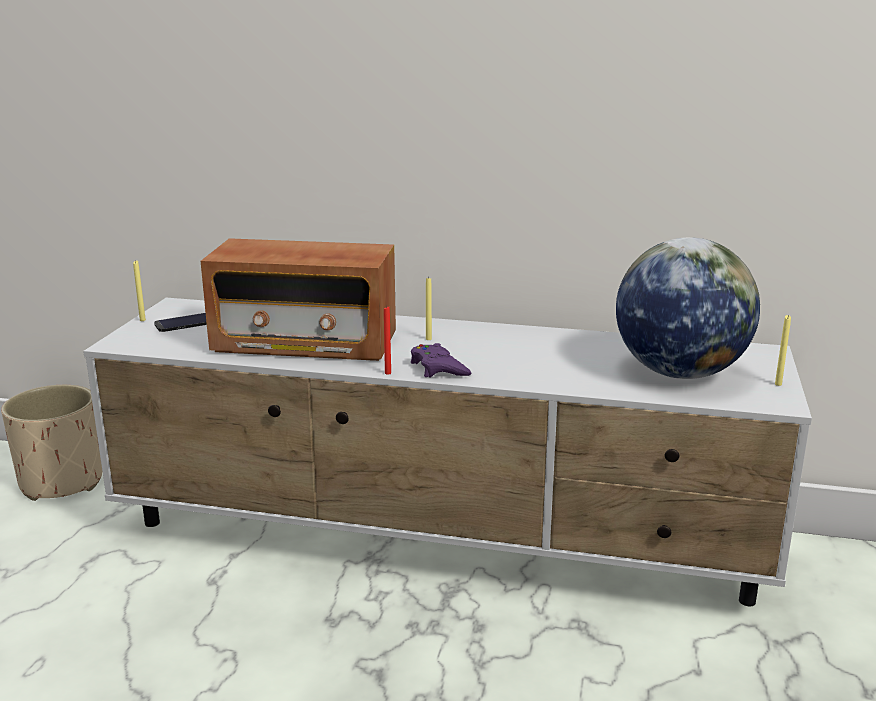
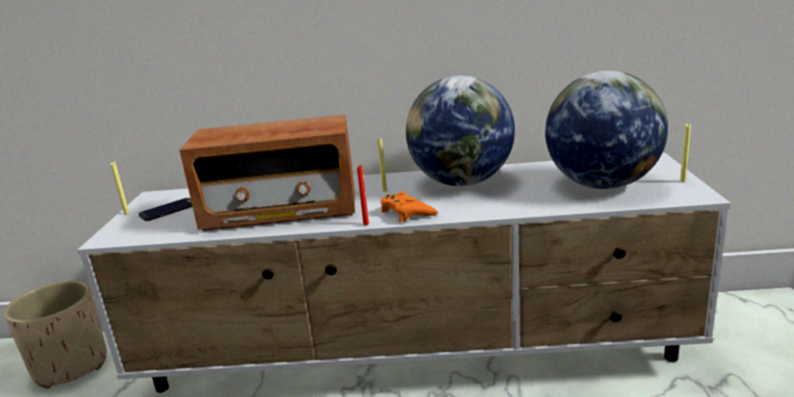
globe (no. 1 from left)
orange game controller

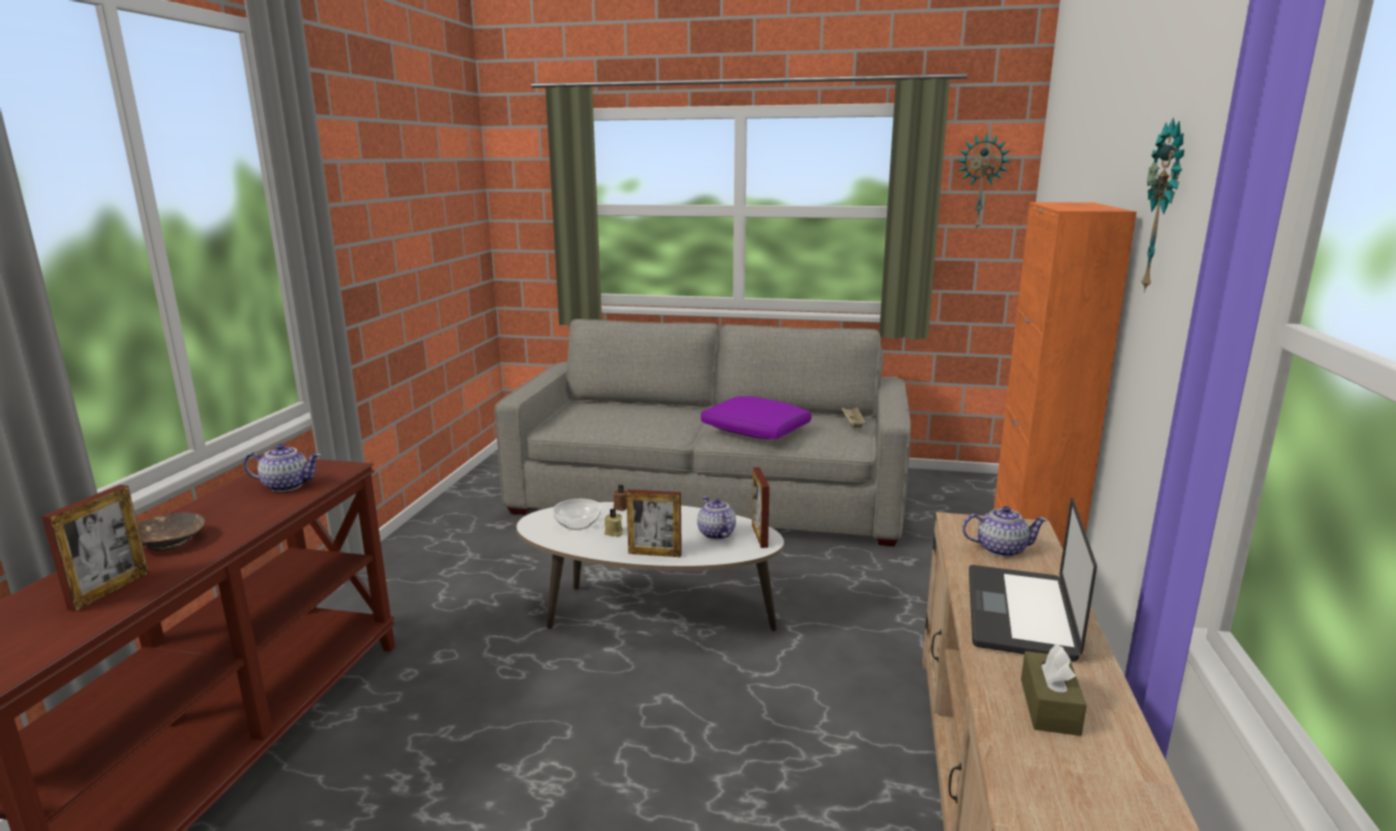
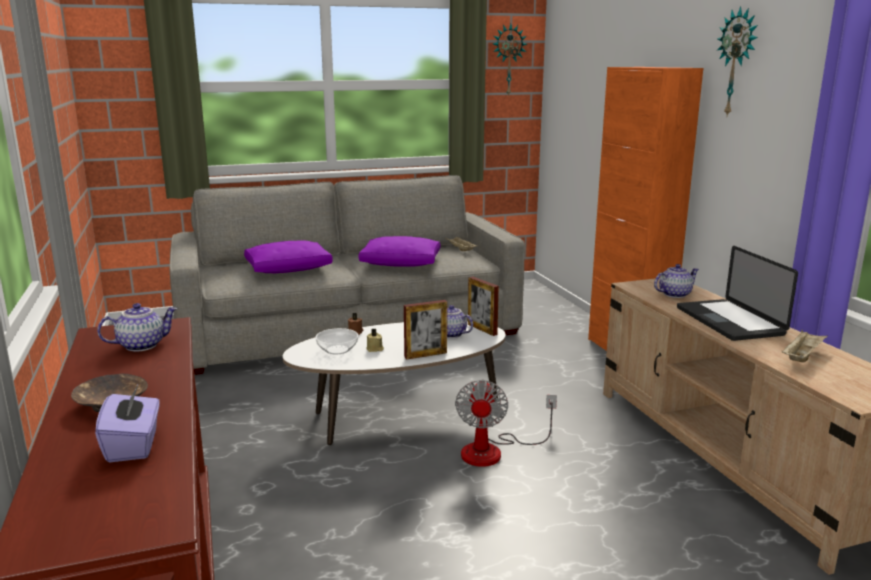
purple pillow (no. 1 from left)
fan
purple tissue box
beige tray (no. 2 from left)

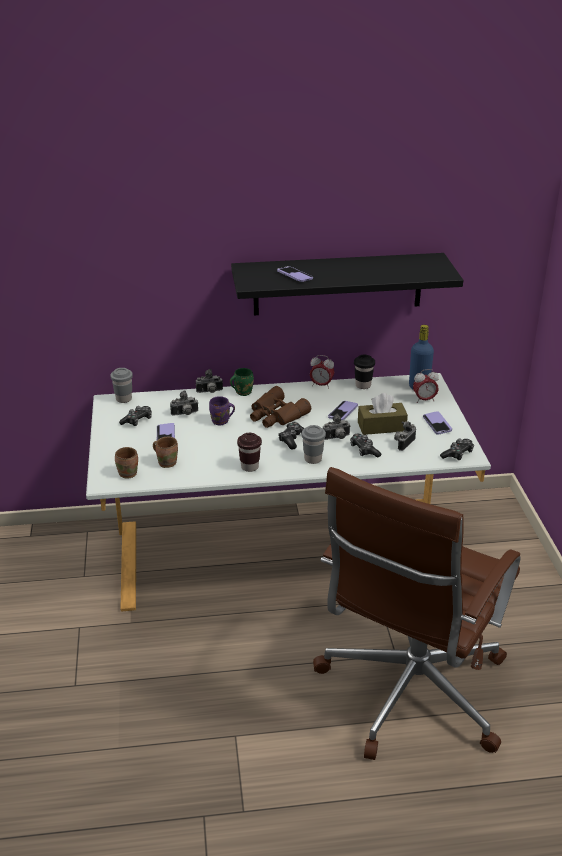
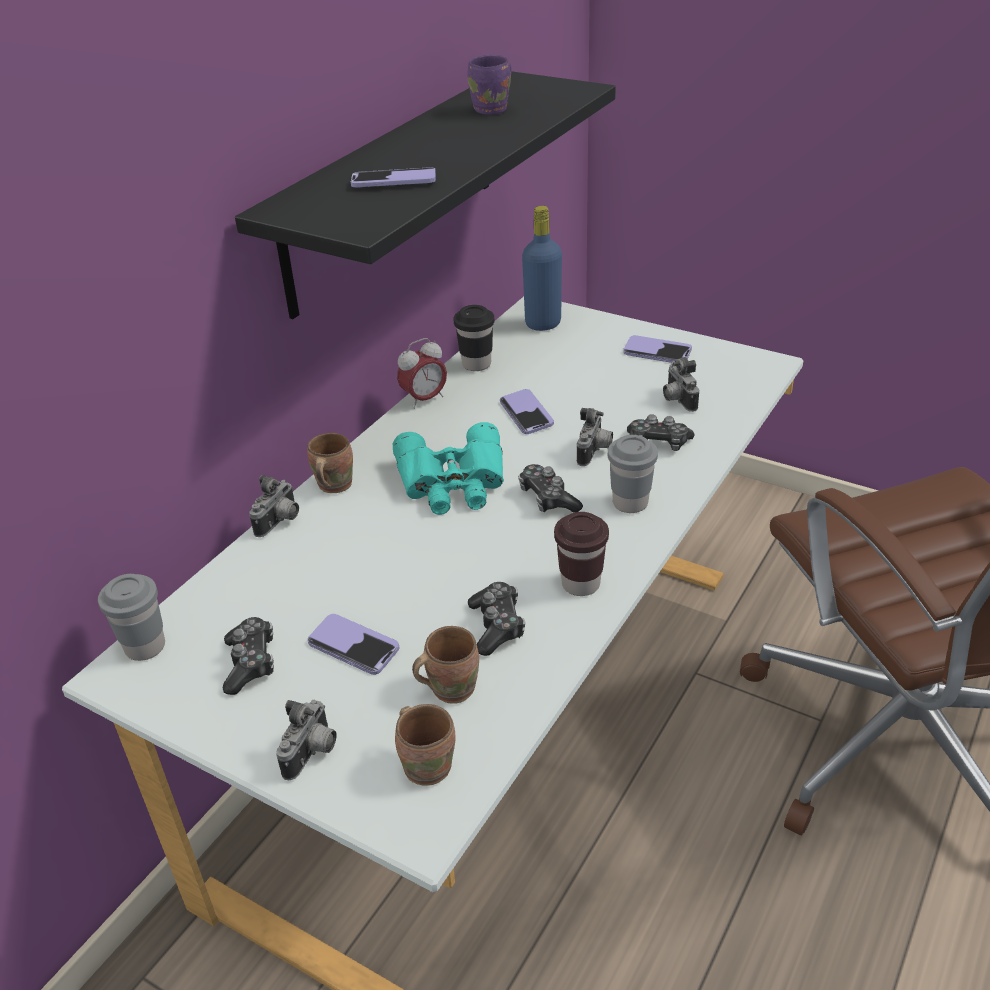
brown tissue box
alarm clock (no. 2 from left in the first image)
photo camera (no. 2 from left)
purple mug
game controller (no. 2 from left)
brown mug (no. 1 from left)
turquoise binoculars

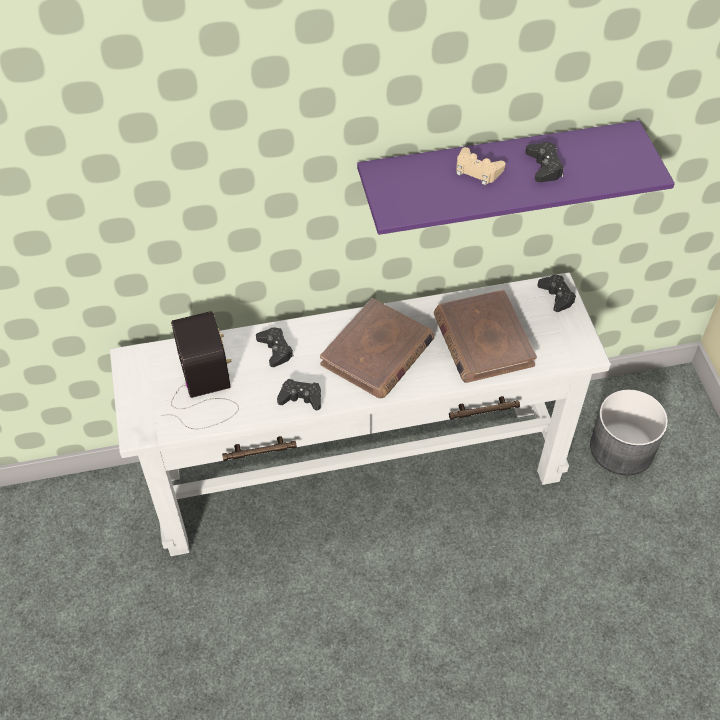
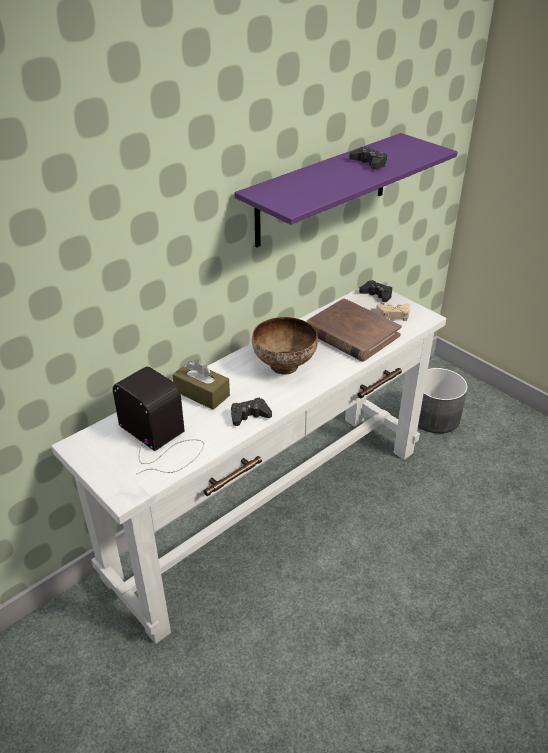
beige game controller
brown tissue box
bowl

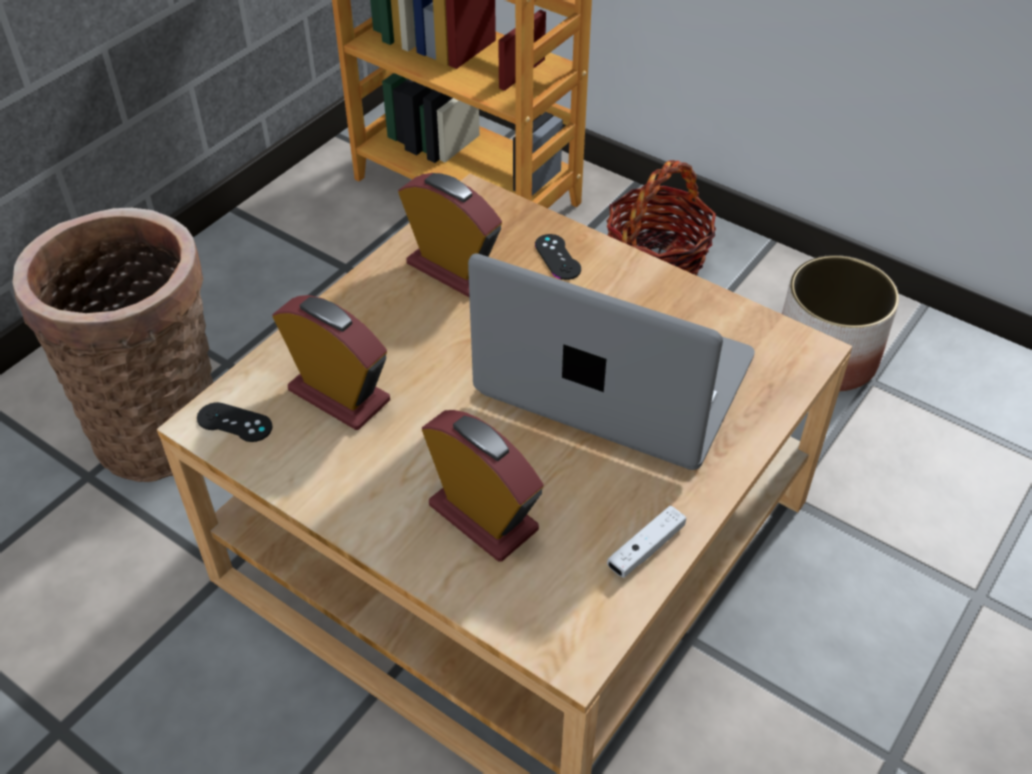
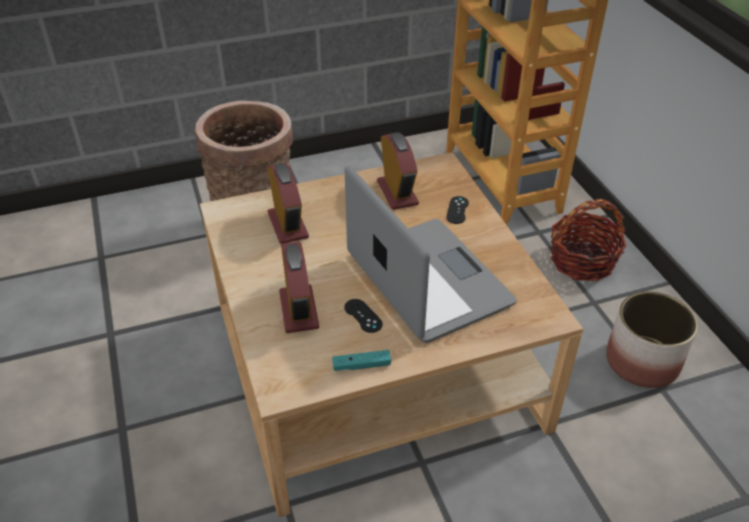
black game controller (no. 1 from left)
turquoise game controller

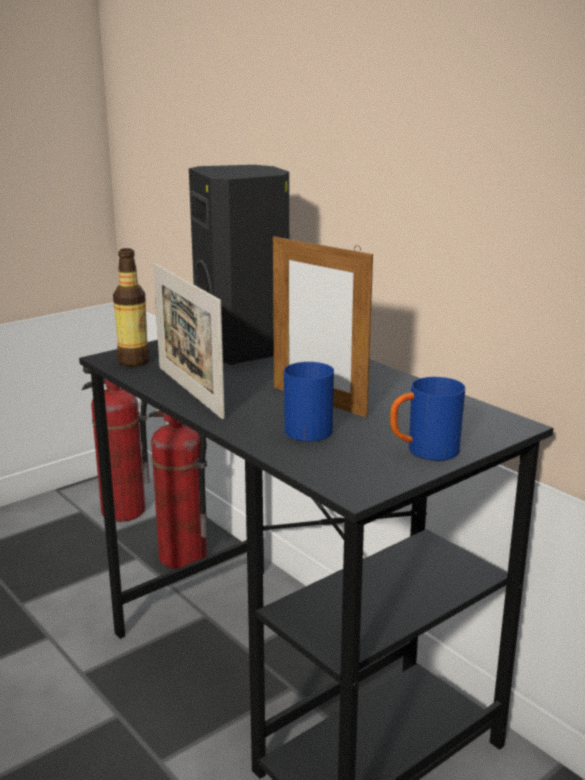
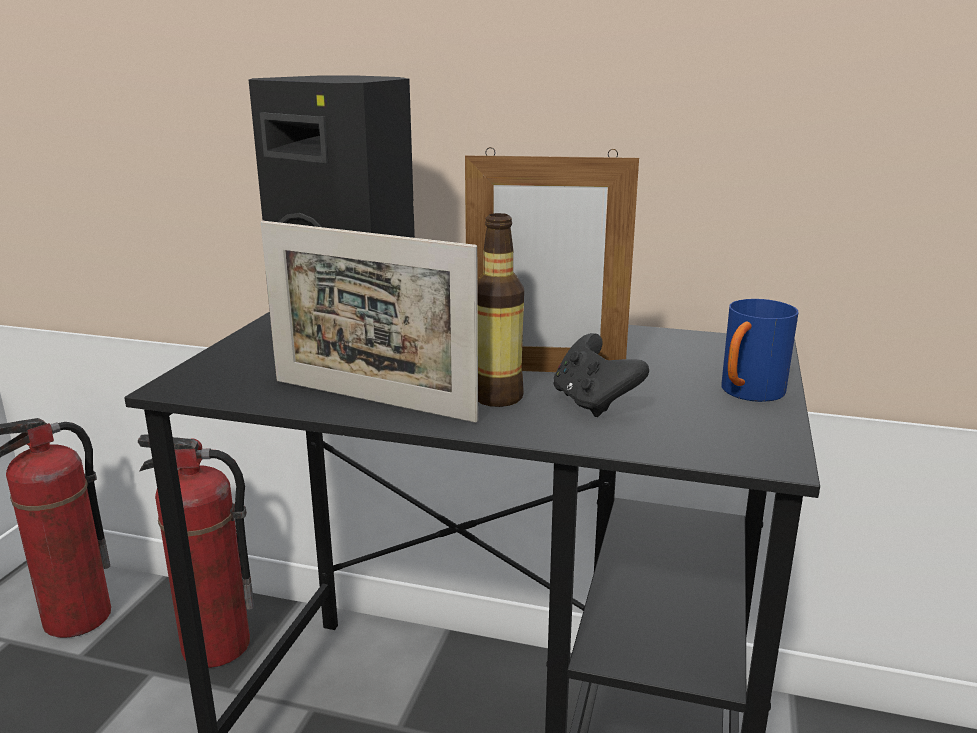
bottle
black game controller

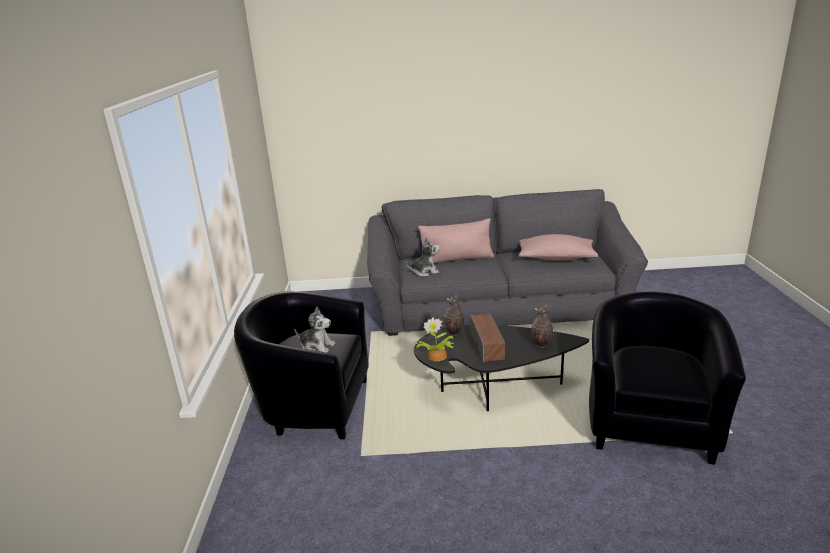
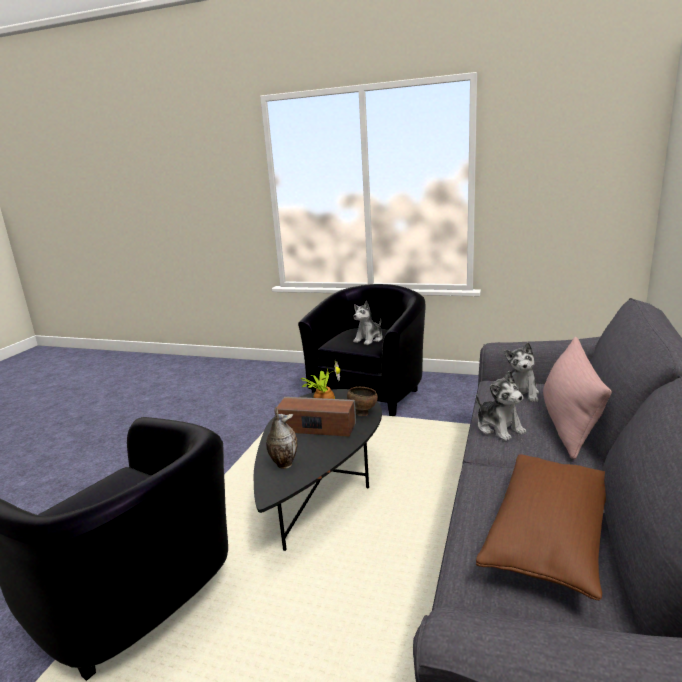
plush toy (no. 2 from left)
brown bowl
brown pillow

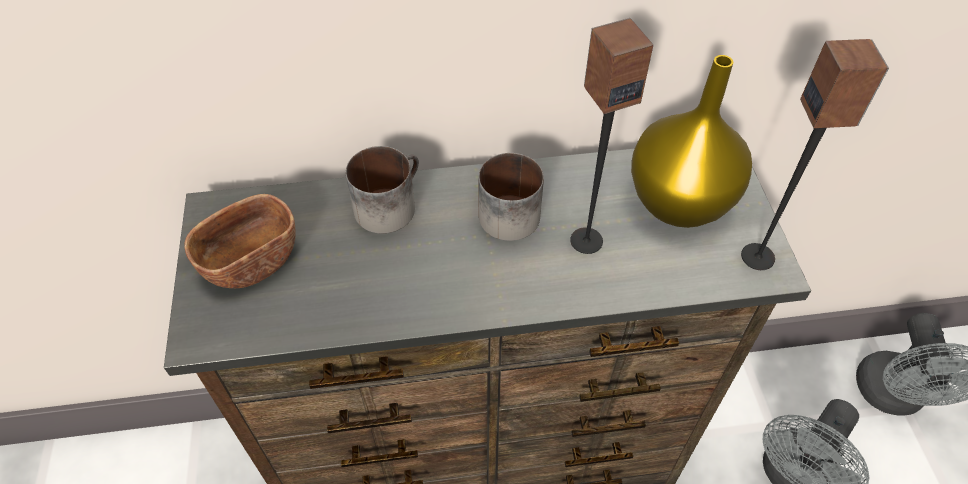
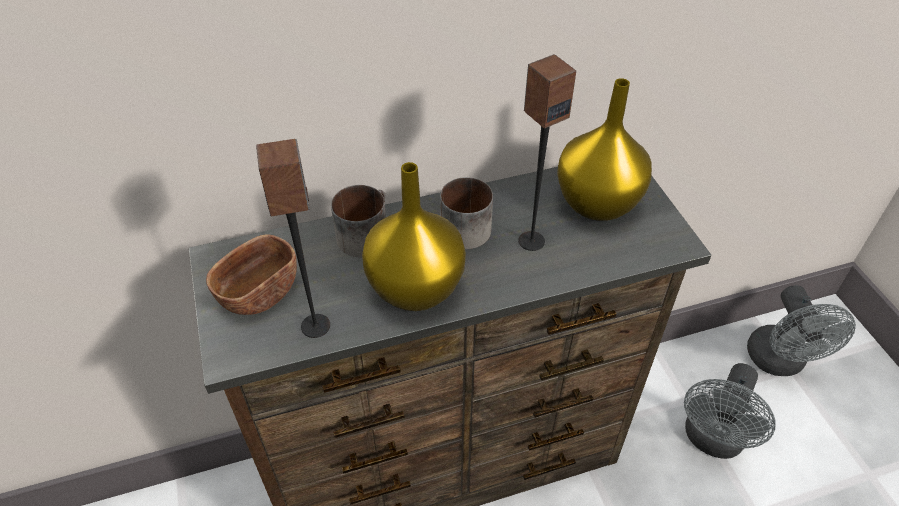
yellow vase (no. 1 from left)
speaker (no. 1 from left)

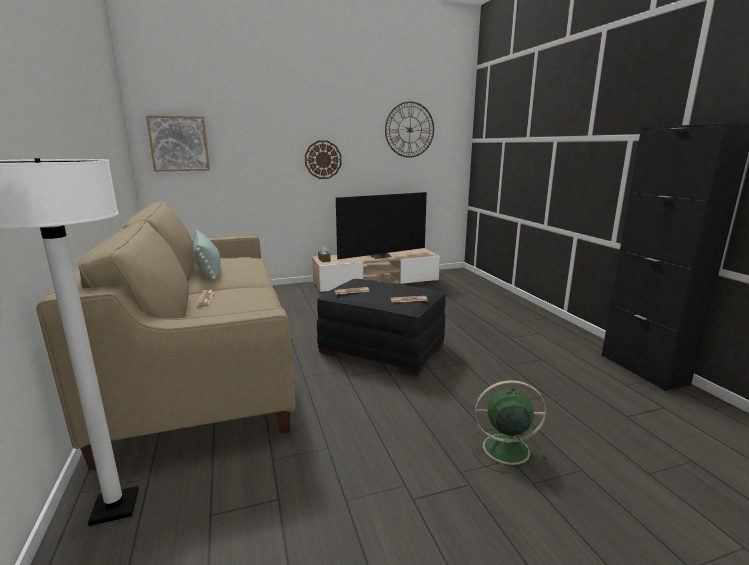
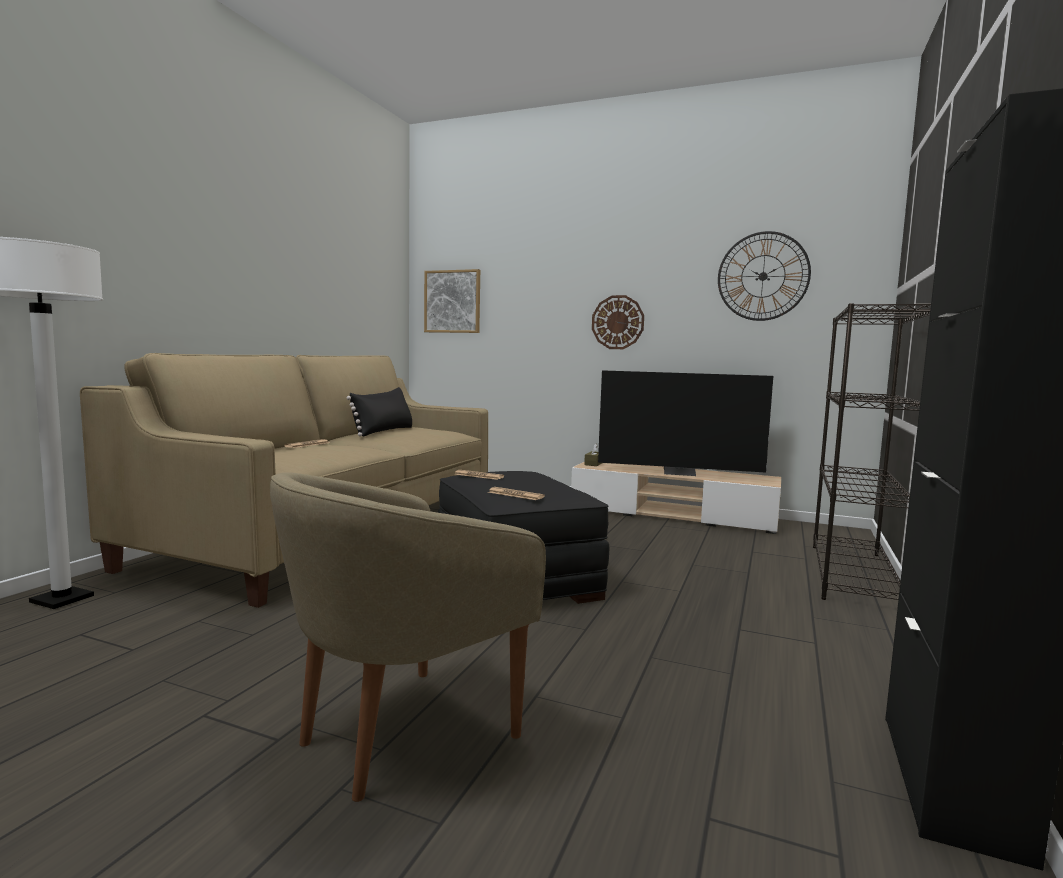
black bookcase
beige armchair
black pillow

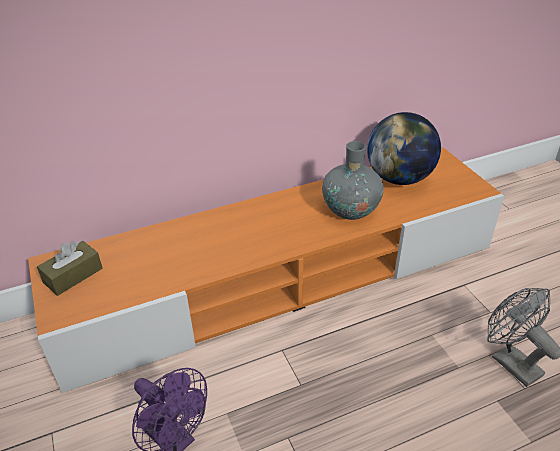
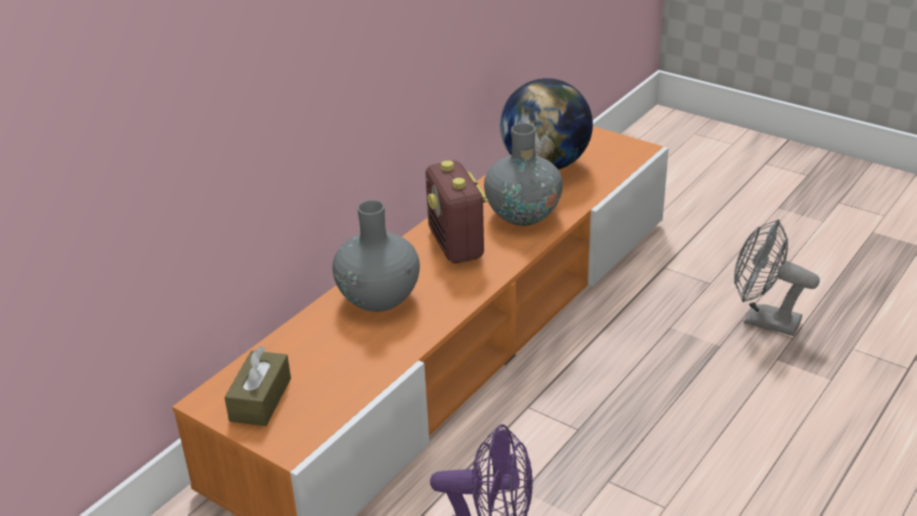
grey vase (no. 1 from left)
radio

